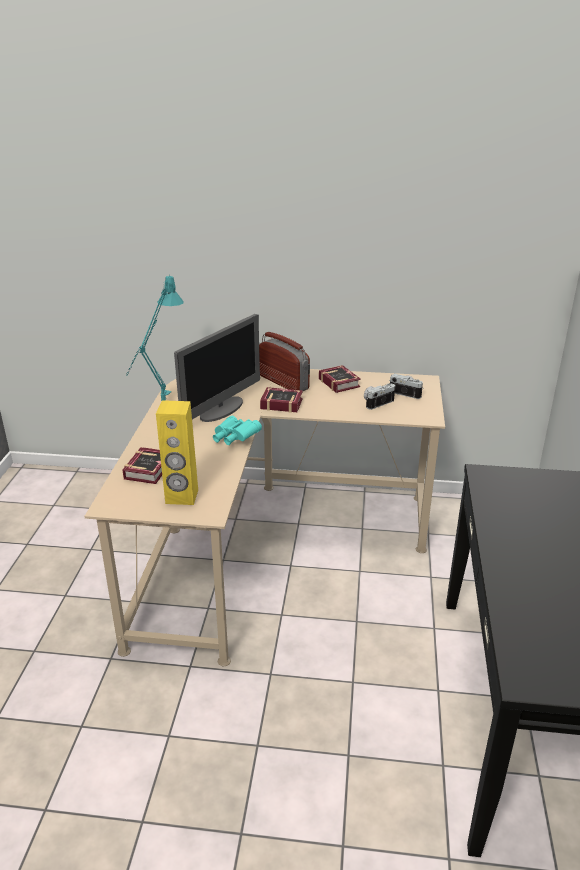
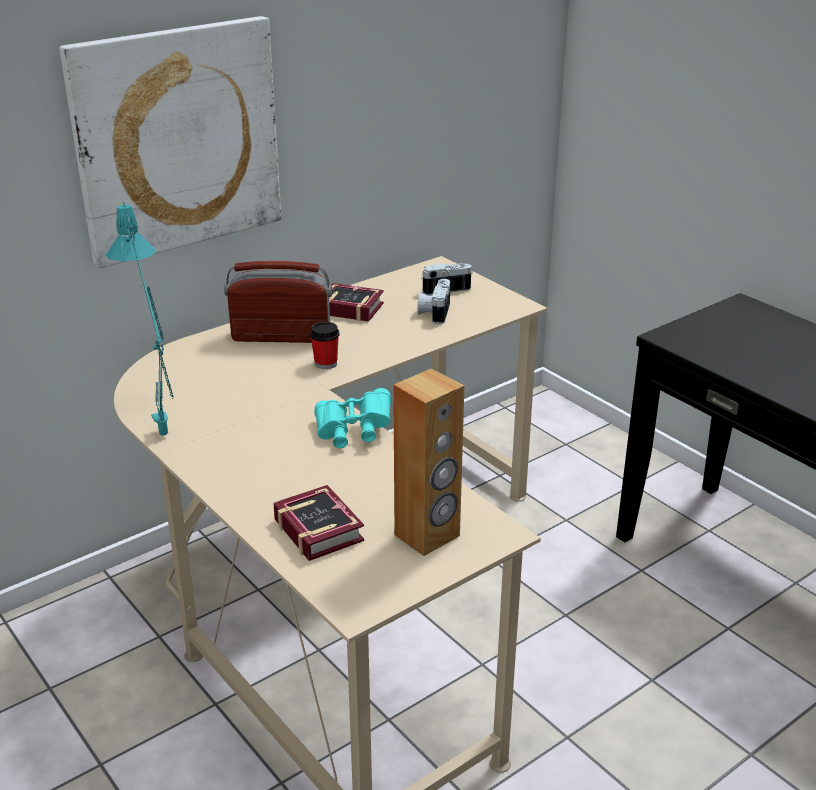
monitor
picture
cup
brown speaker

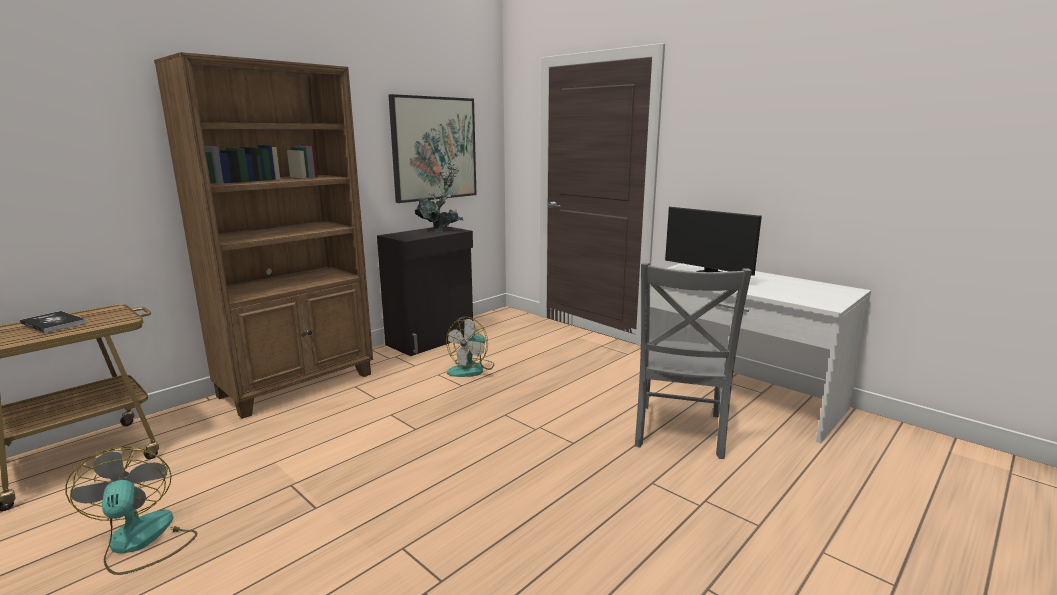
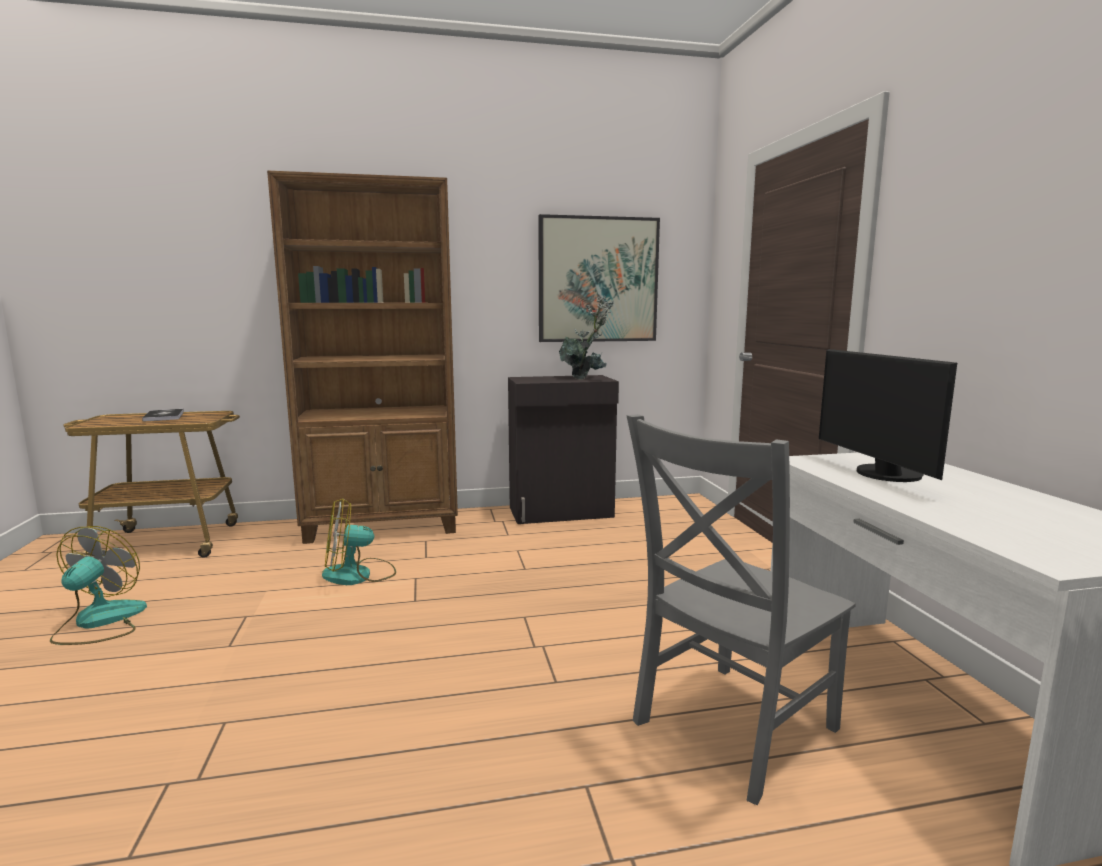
fan (no. 2 from left)

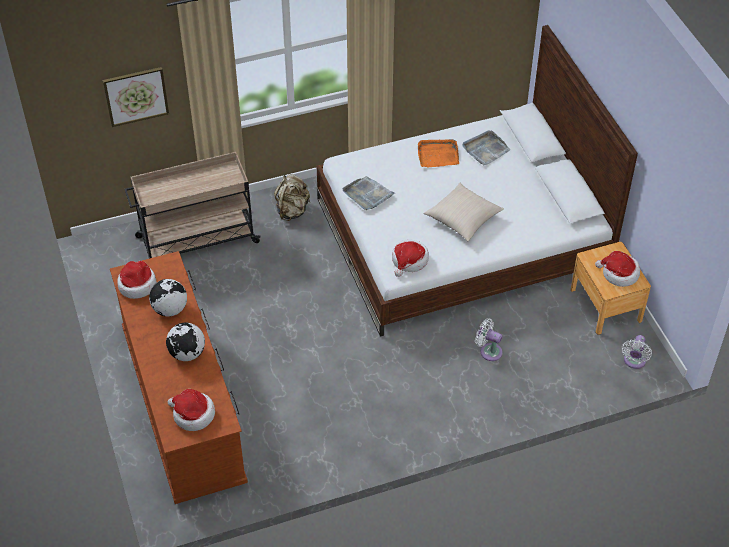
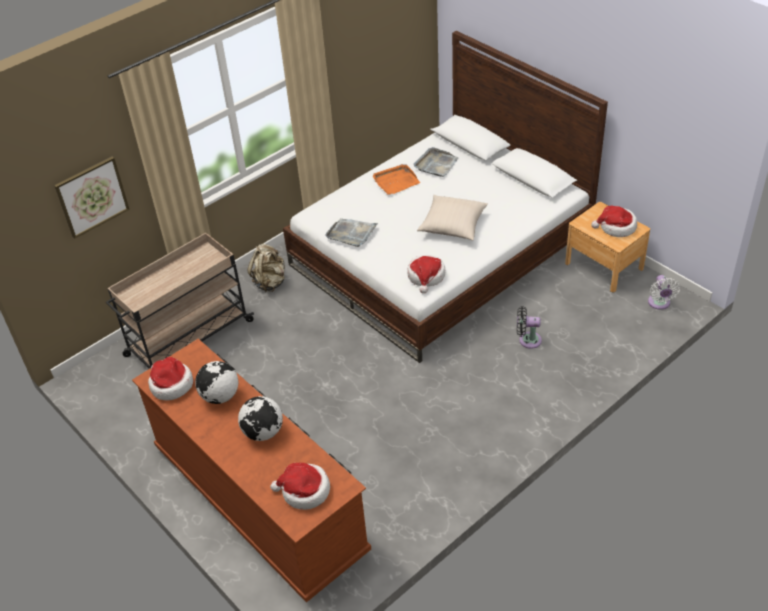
black fan

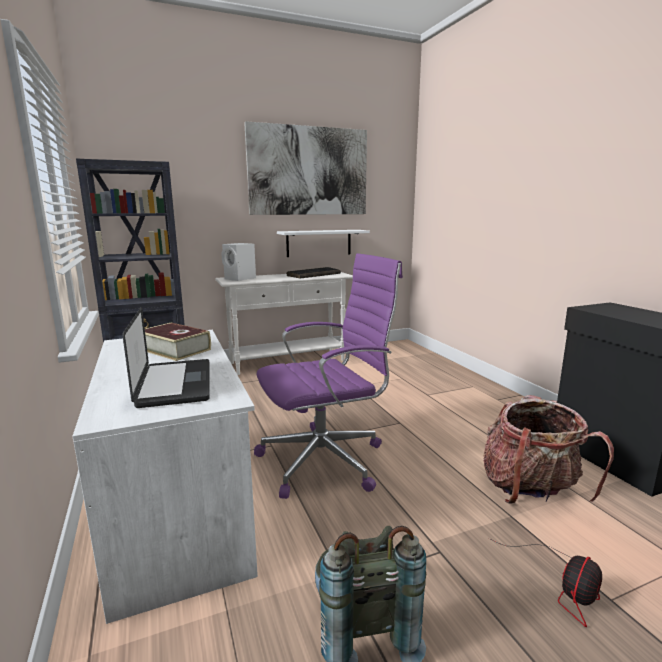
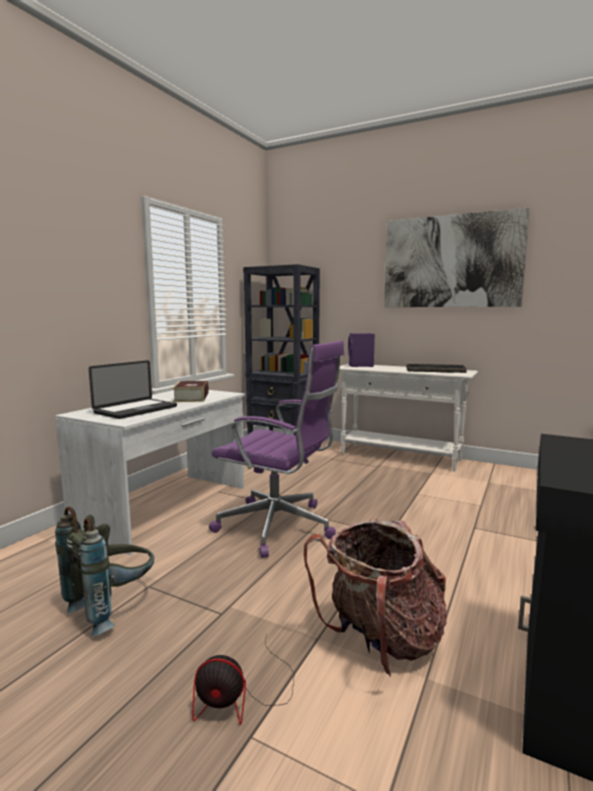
white shelf
purple speaker

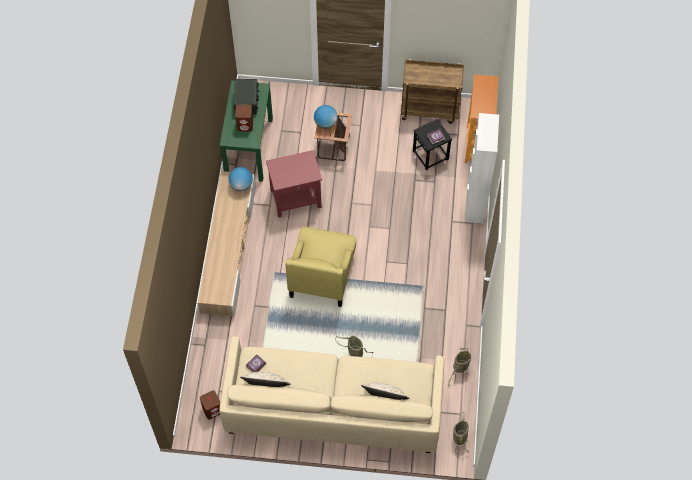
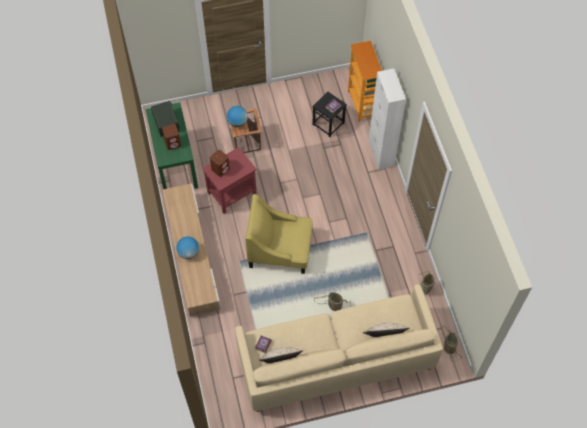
brown cart
brown speaker (no. 2 from left)
globe (no. 1 from left)
yellow armchair

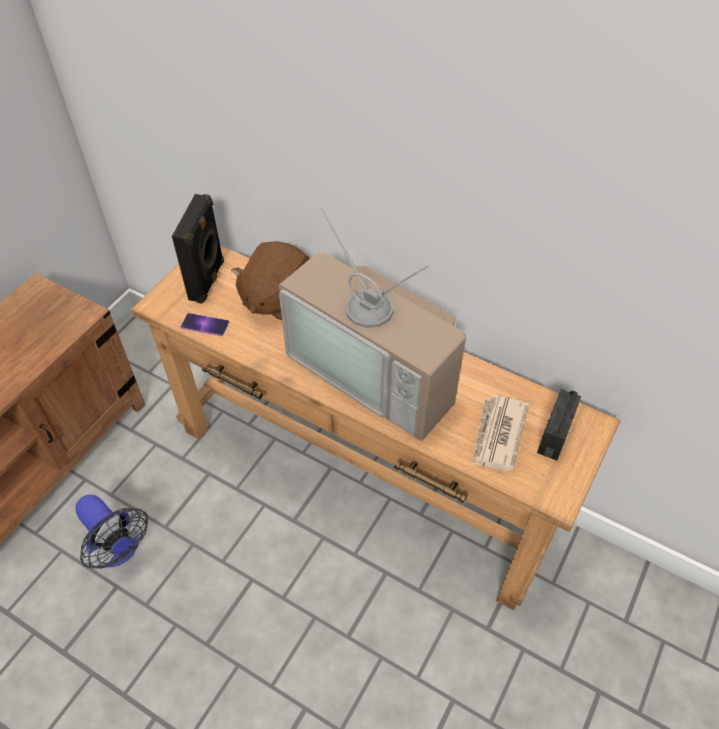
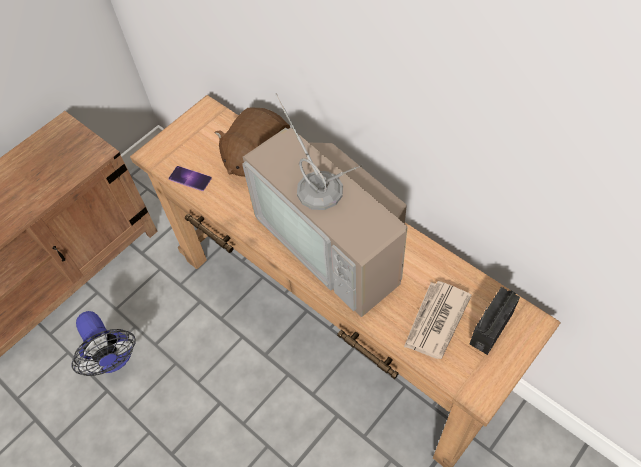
black speaker

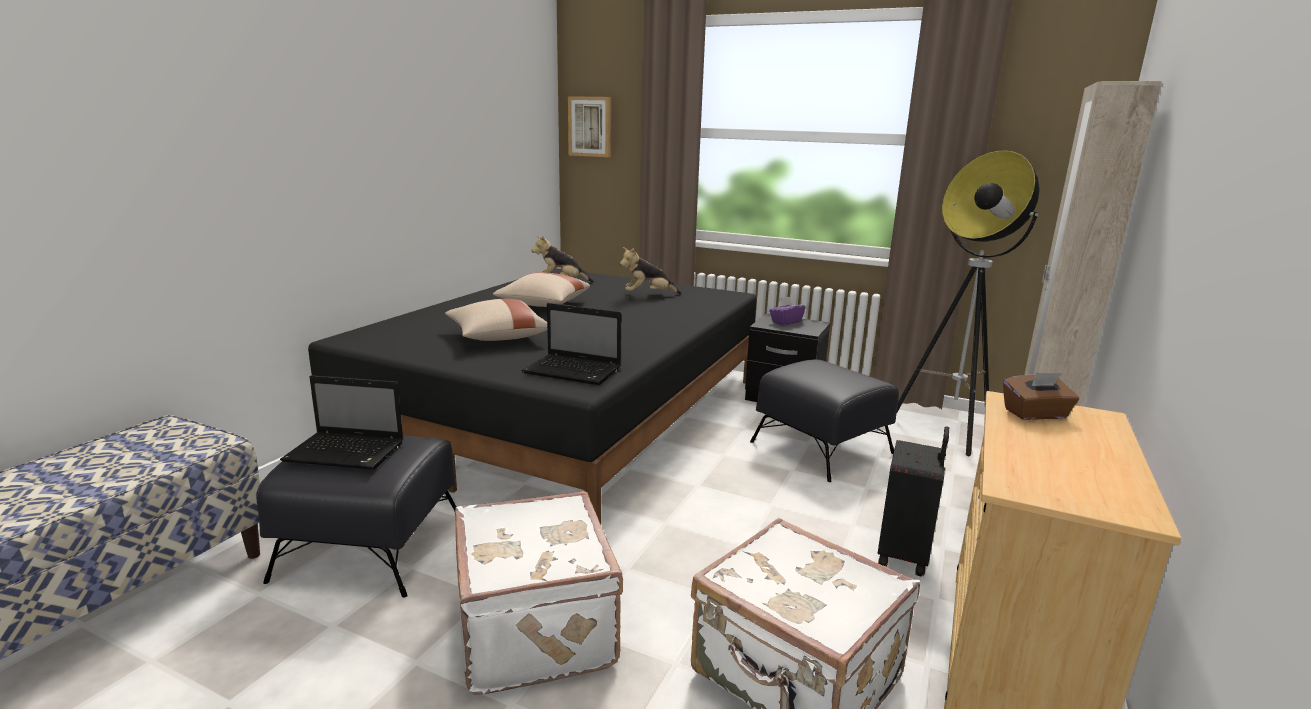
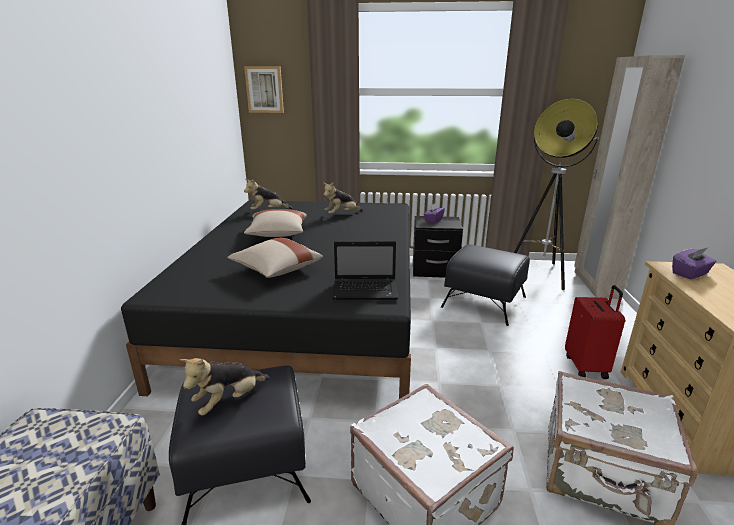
plush toy (no. 1 from left)
red suitcase
purple tissue box (no. 2 from left)

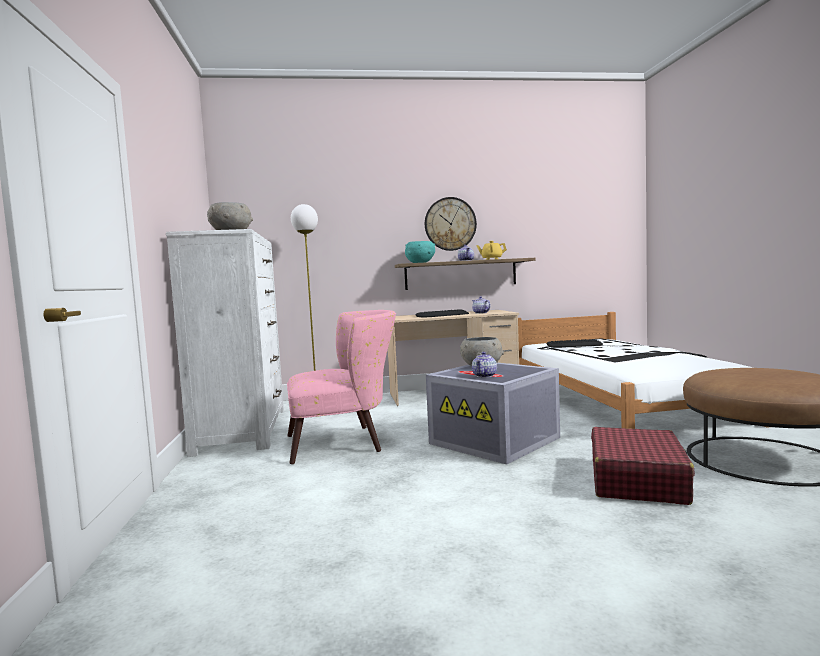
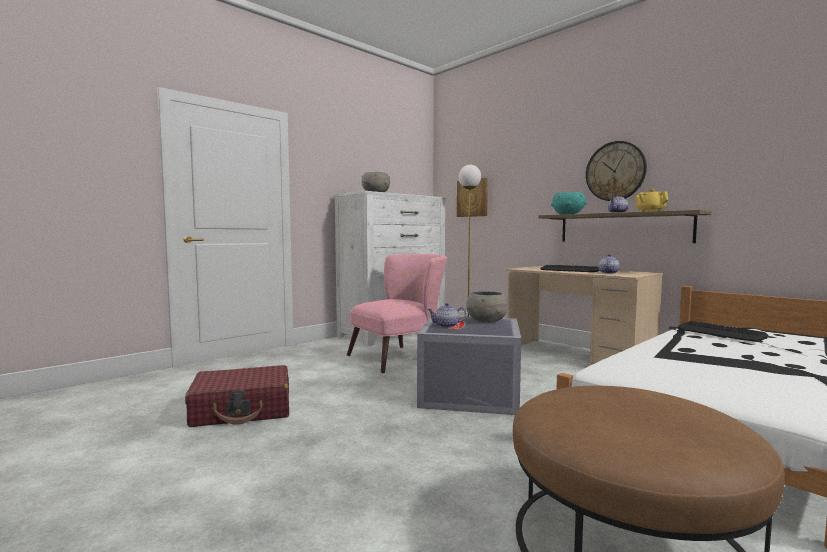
picture
red suitcase
pink armchair

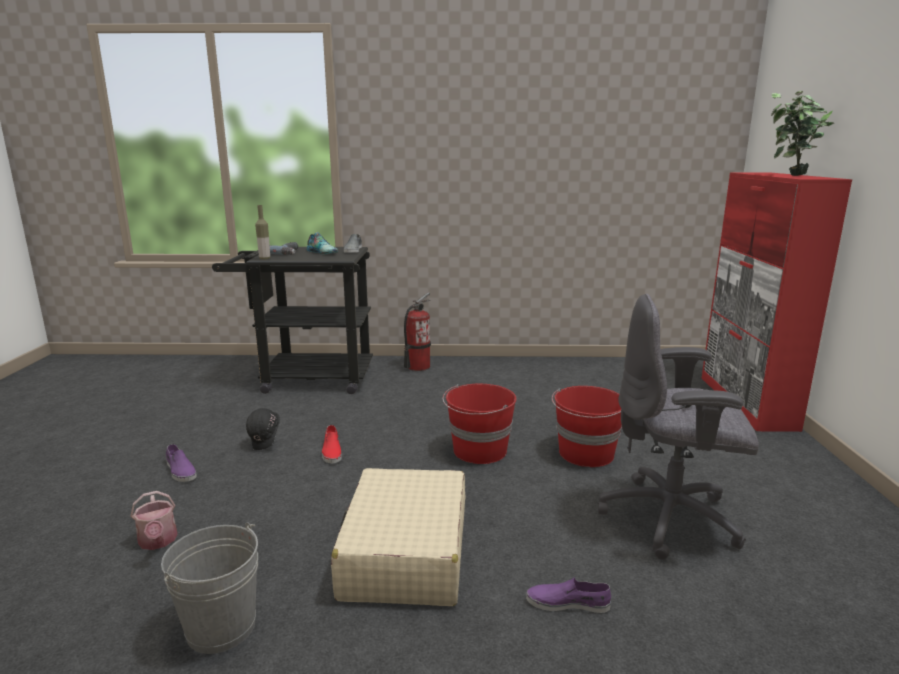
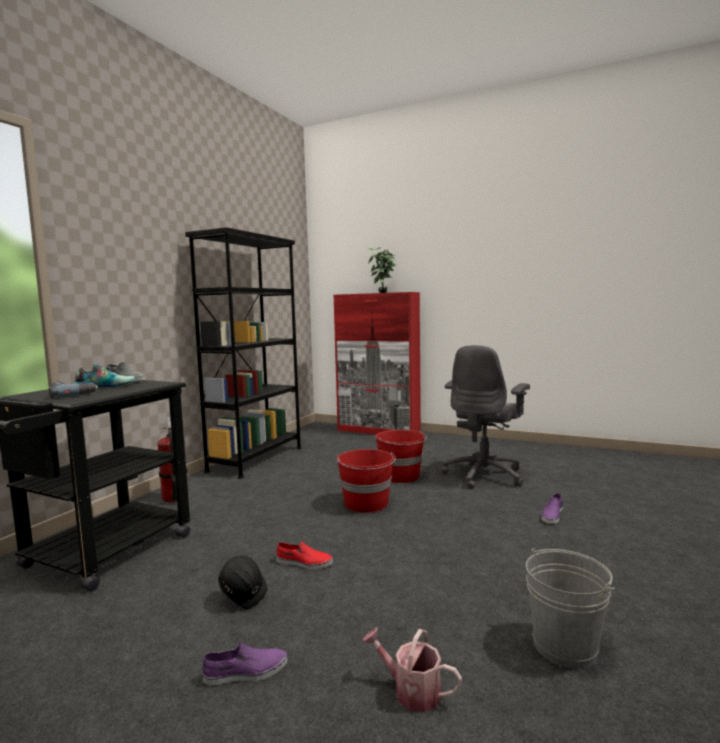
bottle
beige suitcase
black bookcase
watering can

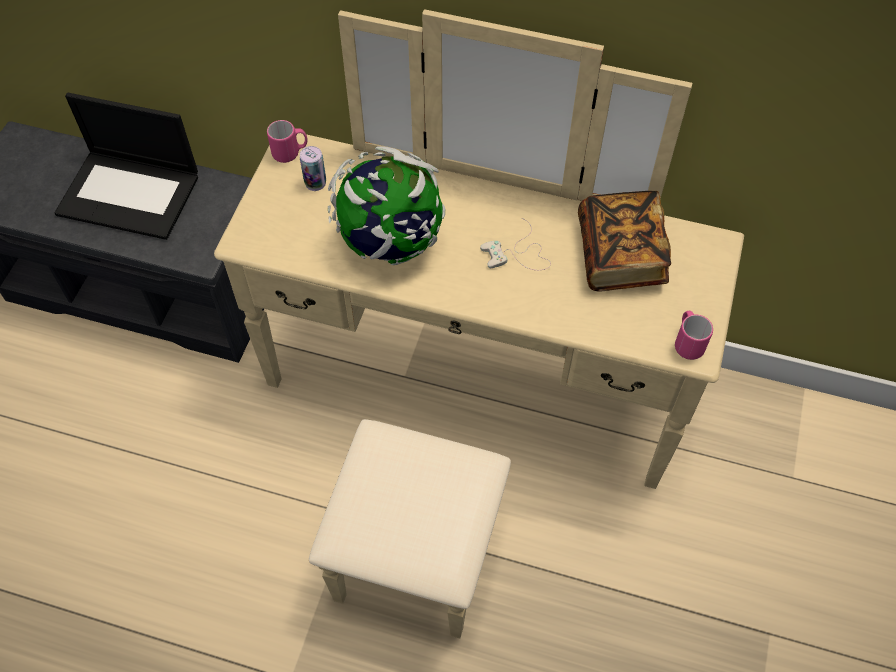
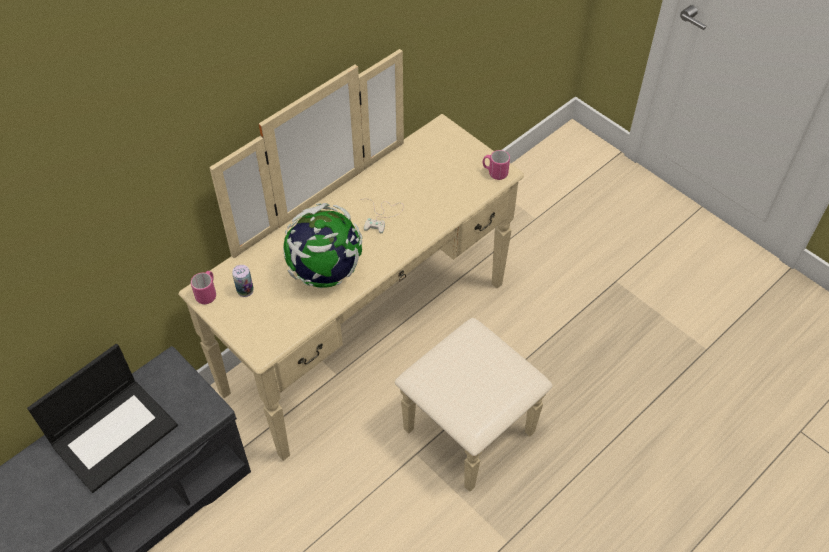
book

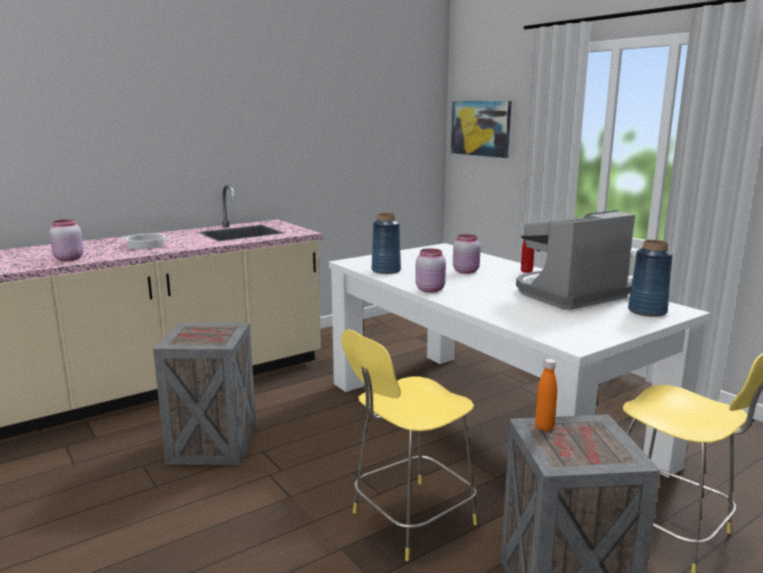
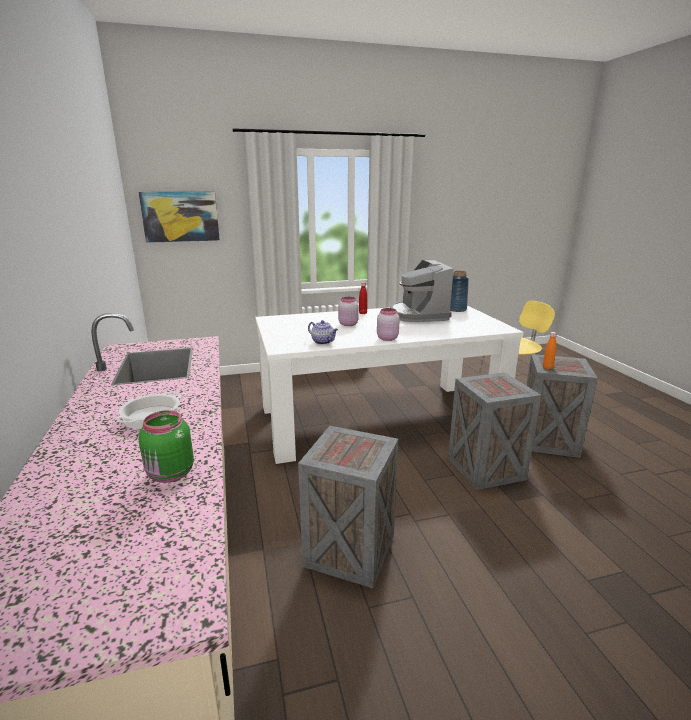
crate (no. 2 from left)
teapot
green jar

